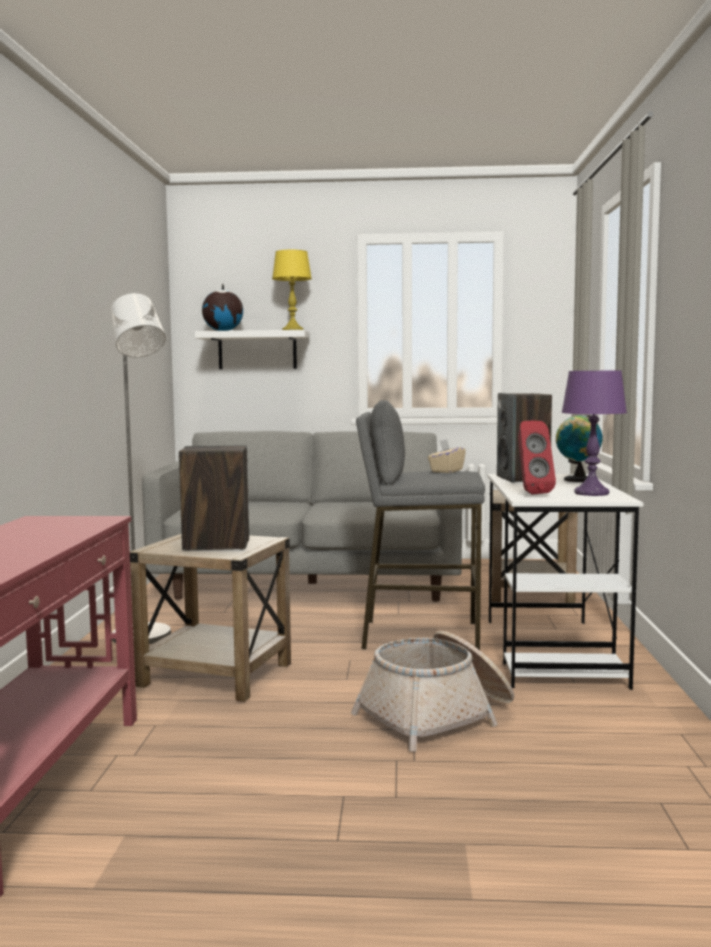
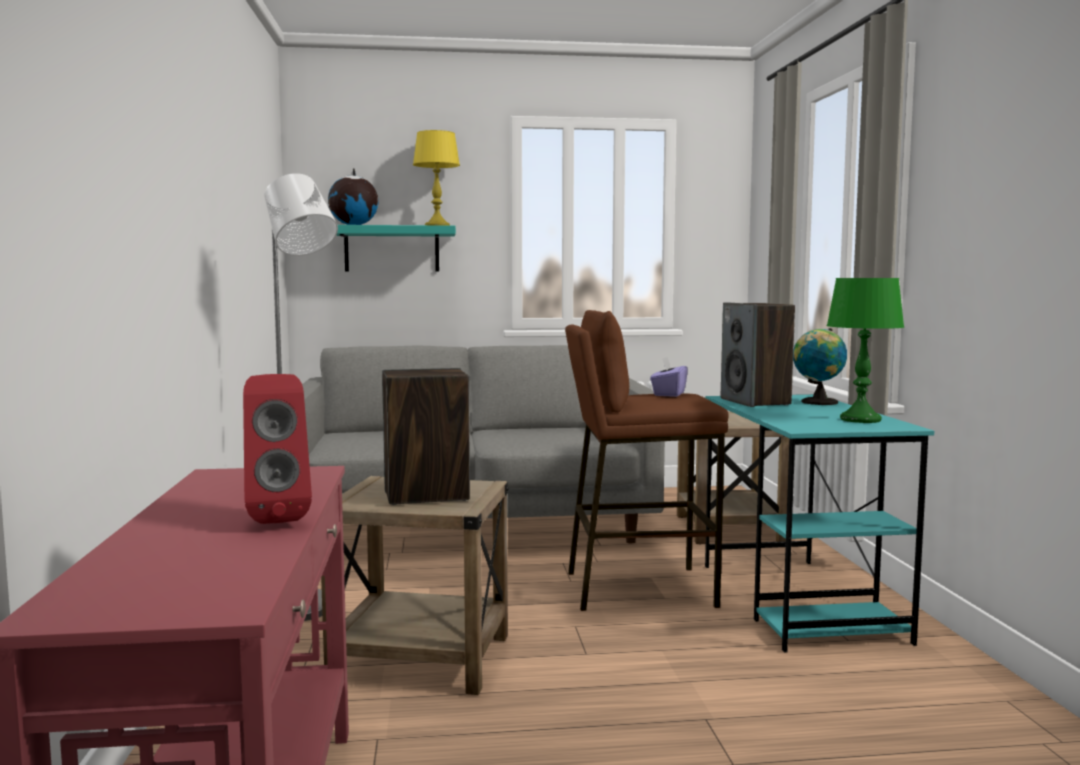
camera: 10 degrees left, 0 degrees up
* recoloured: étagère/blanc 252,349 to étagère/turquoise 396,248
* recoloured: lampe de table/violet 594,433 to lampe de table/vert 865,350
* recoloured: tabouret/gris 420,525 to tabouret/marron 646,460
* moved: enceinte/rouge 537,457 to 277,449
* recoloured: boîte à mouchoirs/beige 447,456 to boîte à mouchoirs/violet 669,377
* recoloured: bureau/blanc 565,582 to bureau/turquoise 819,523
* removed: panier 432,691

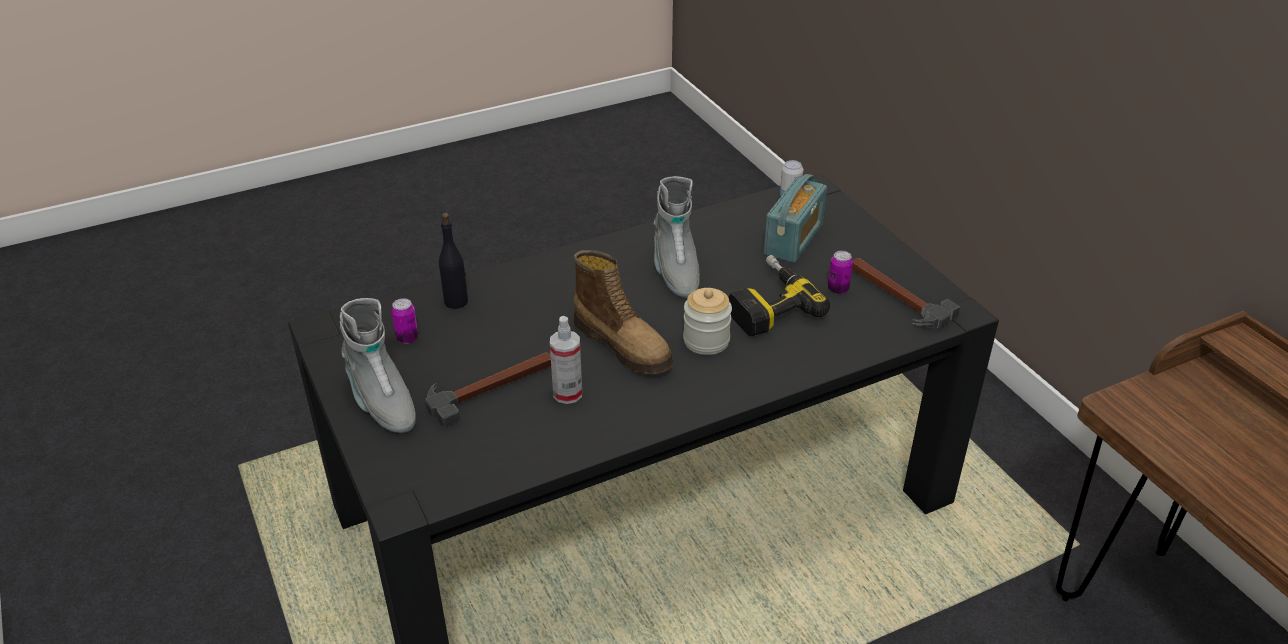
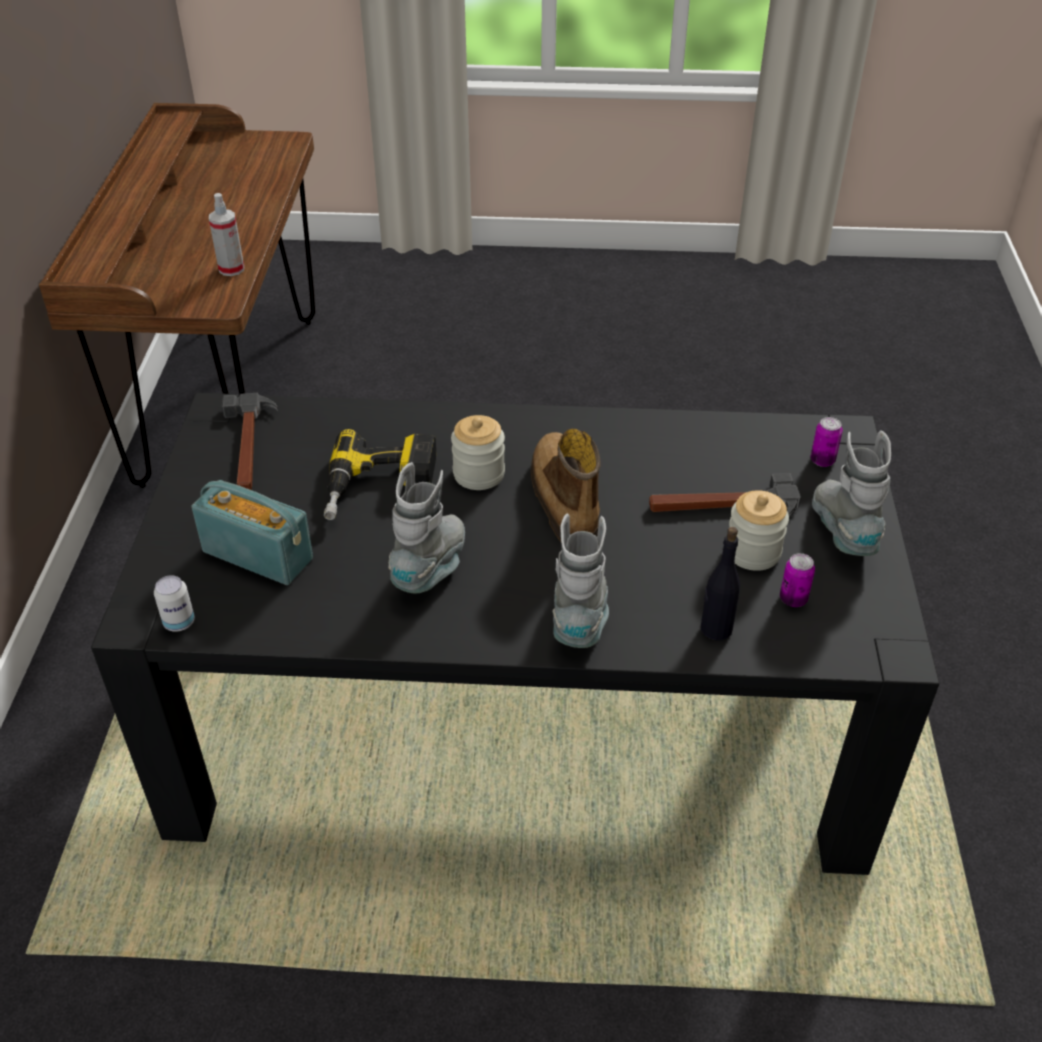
camera: 150 degrees left, 5 degrees up
* turned: radio 795,218 = 252,532 60 degrees clockwise
* moved: boîte métallique 840,272 to 827,442
* moved: vaporisateur 566,360 to 226,234
* added: bocal 759,530
* added: botte/gris 581,580

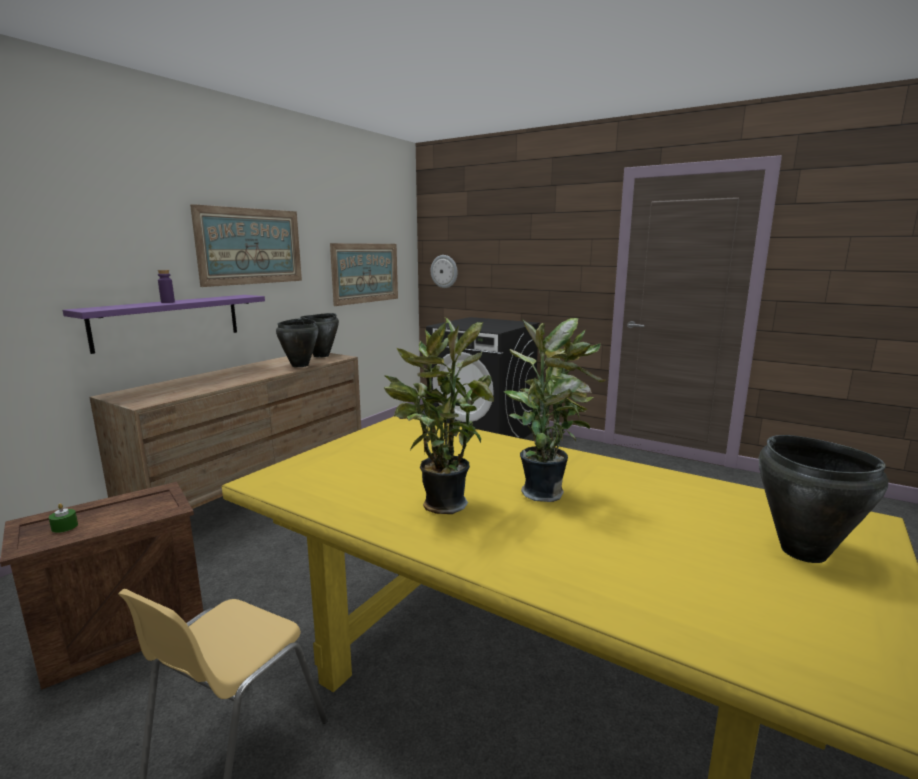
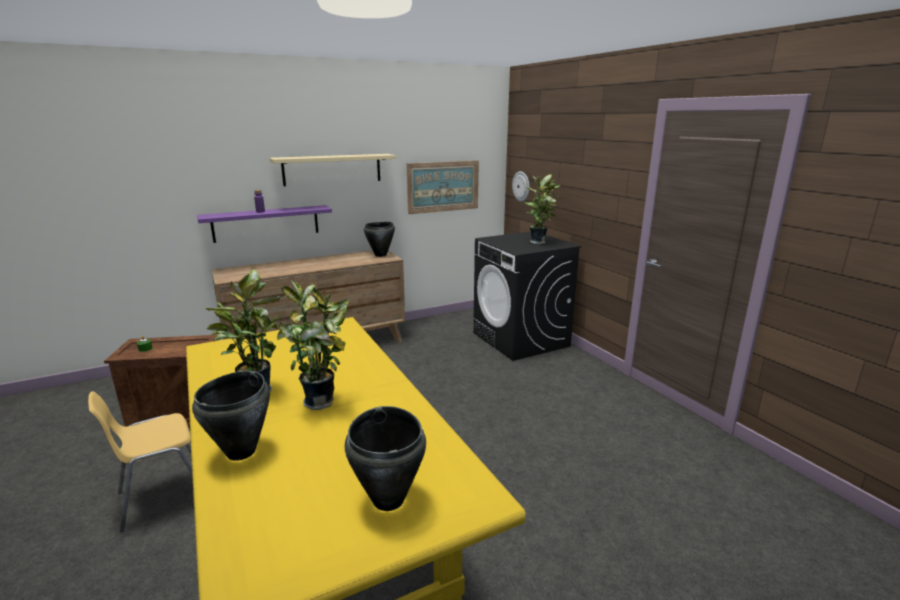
camera: 30 degrees right, 5 degrees up
* replaced: tableau 246,245 to étagère/beige 332,170
* moved: marmite/noir 297,342 to 231,416
* added: plante en pot 543,209

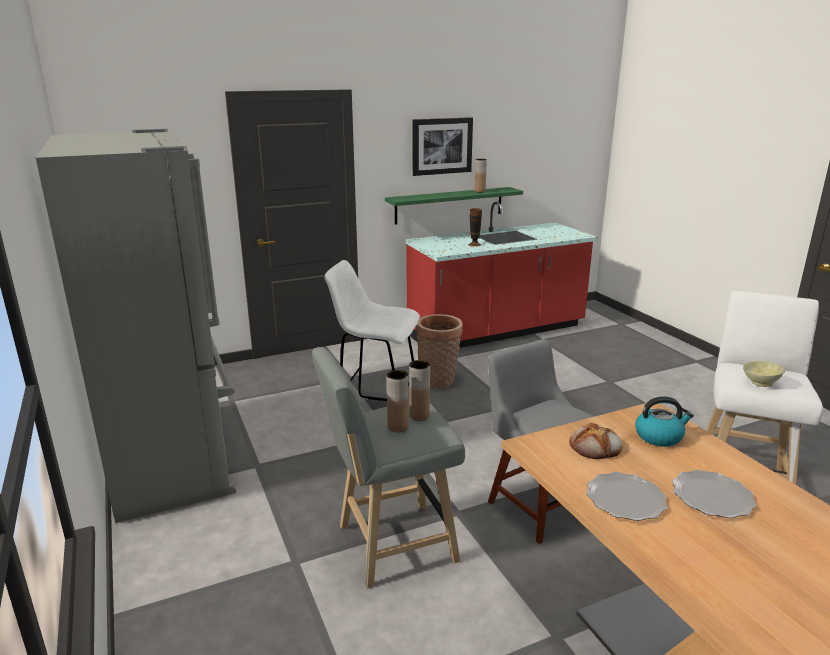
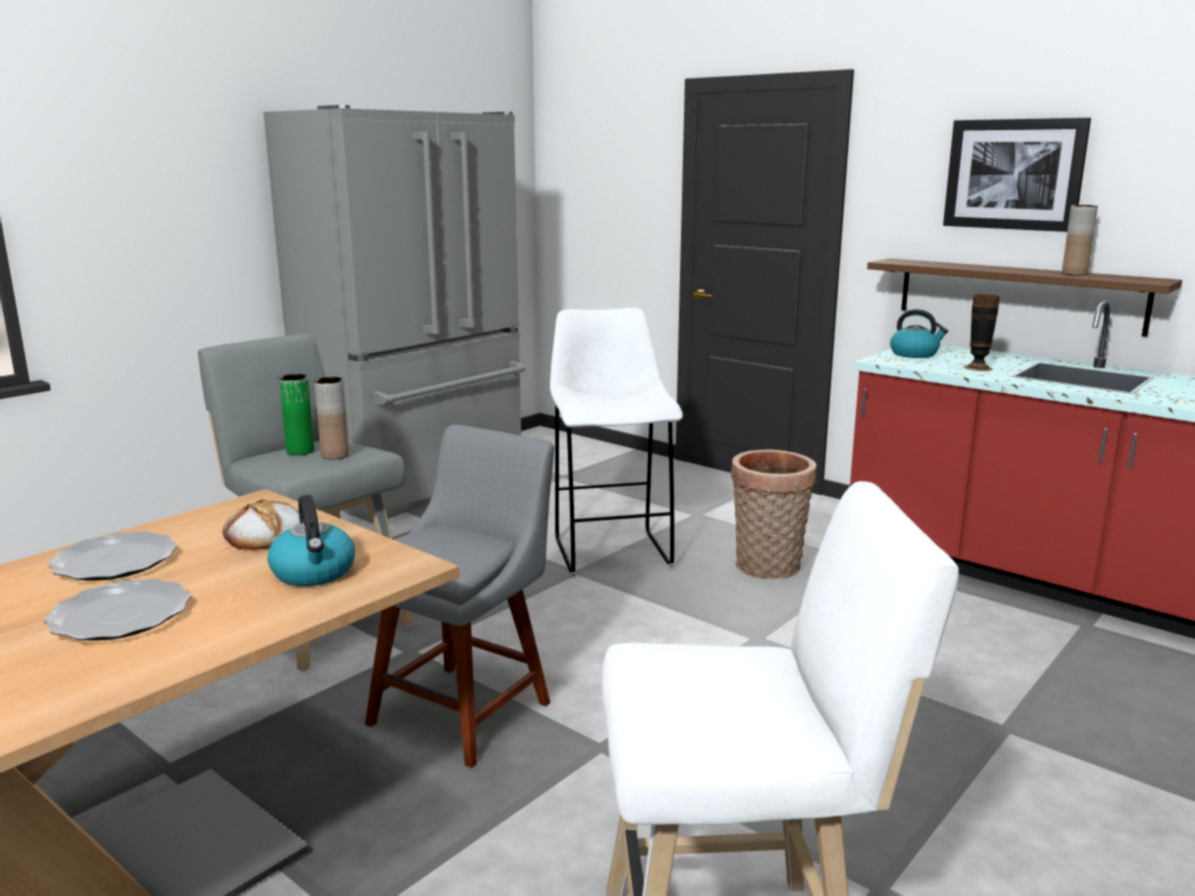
camera: 65 degrees right, 5 degrees down
* recoloured: étagère/vert 454,206 to étagère/marron 1024,297
* removed: bol/beige 764,374
* recoloured: vase/marron 397,401 to vase/vert 296,414
* added: bouilloire 919,333

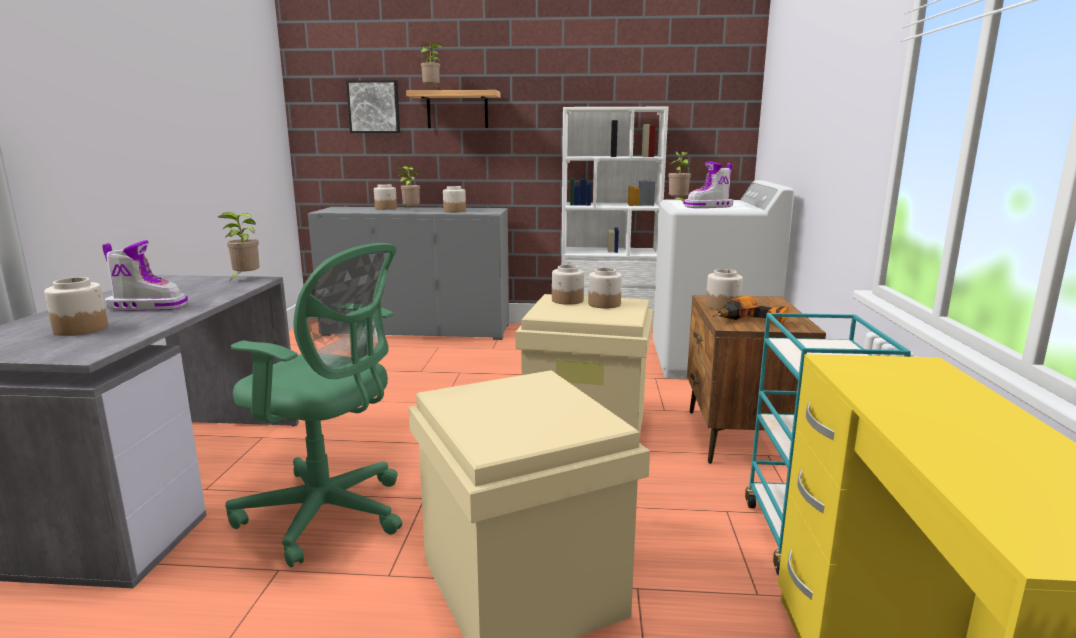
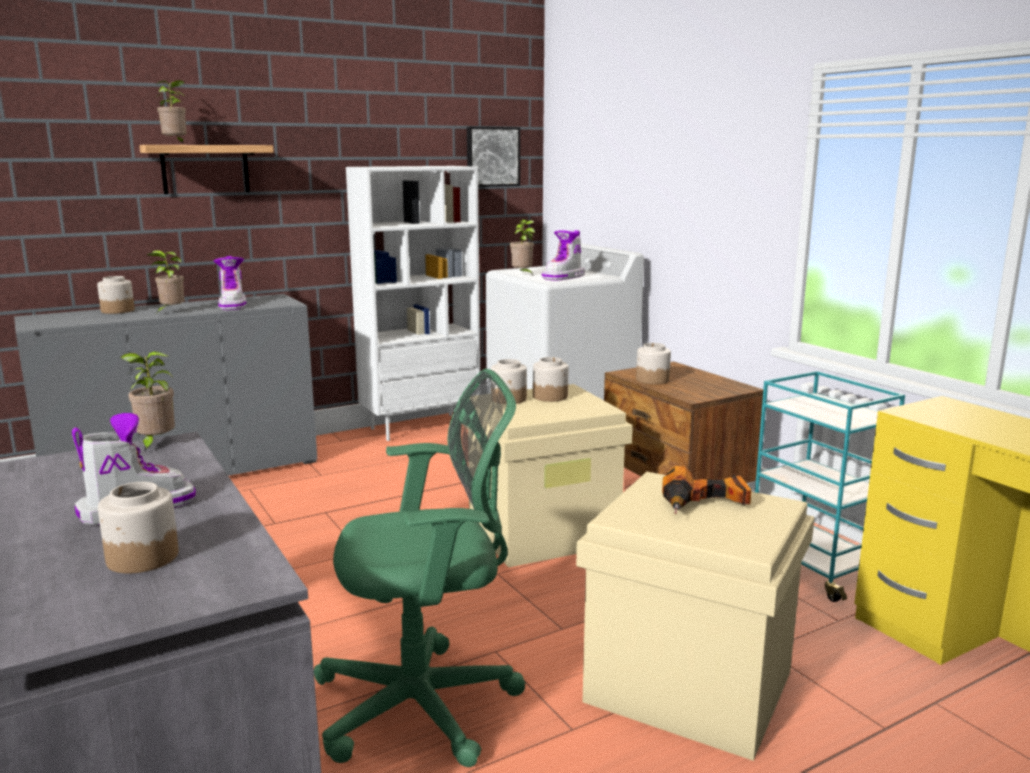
camera: 35 degrees left, 0 degrees up
* moved: tableau 373,106 to 493,157
* replaced: bocal 454,199 to botte 229,283
* moved: perceuse 750,310 to 707,490

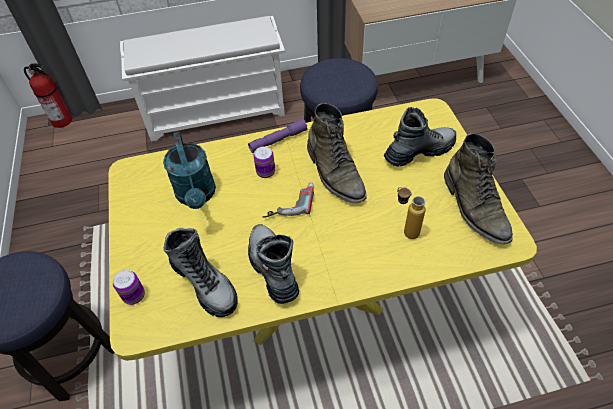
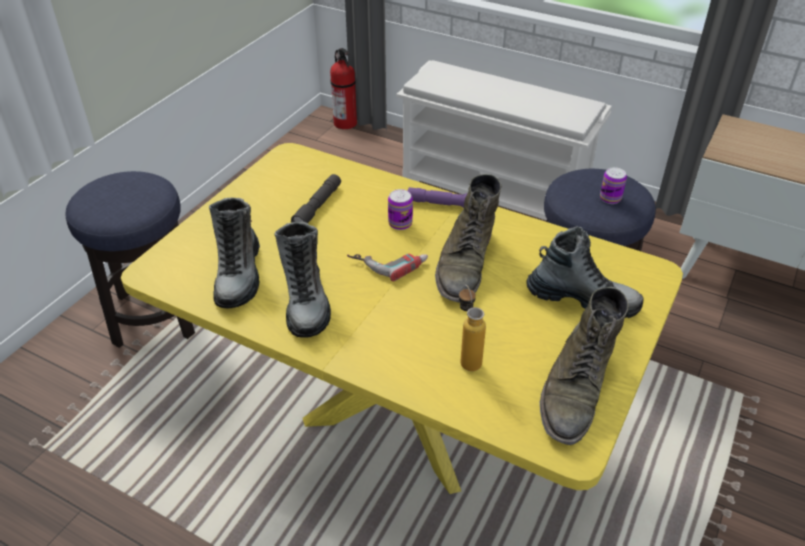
camera: 40 degrees right, 10 degrees down
* replaced: arrosoir/turquoise 189,170 to lampe de poche/gris 316,198
* turned: botte 273,264 = 302,280 150 degrees clockwise
* moved: boîte métallique 129,287 to 613,185

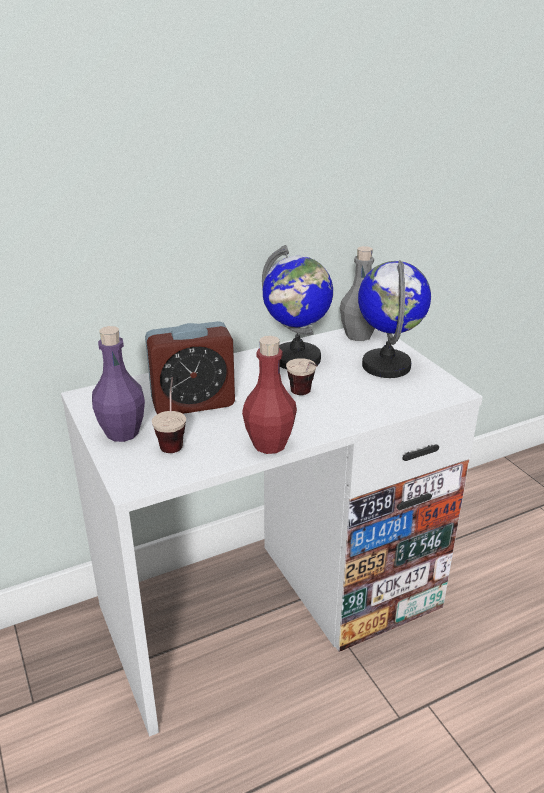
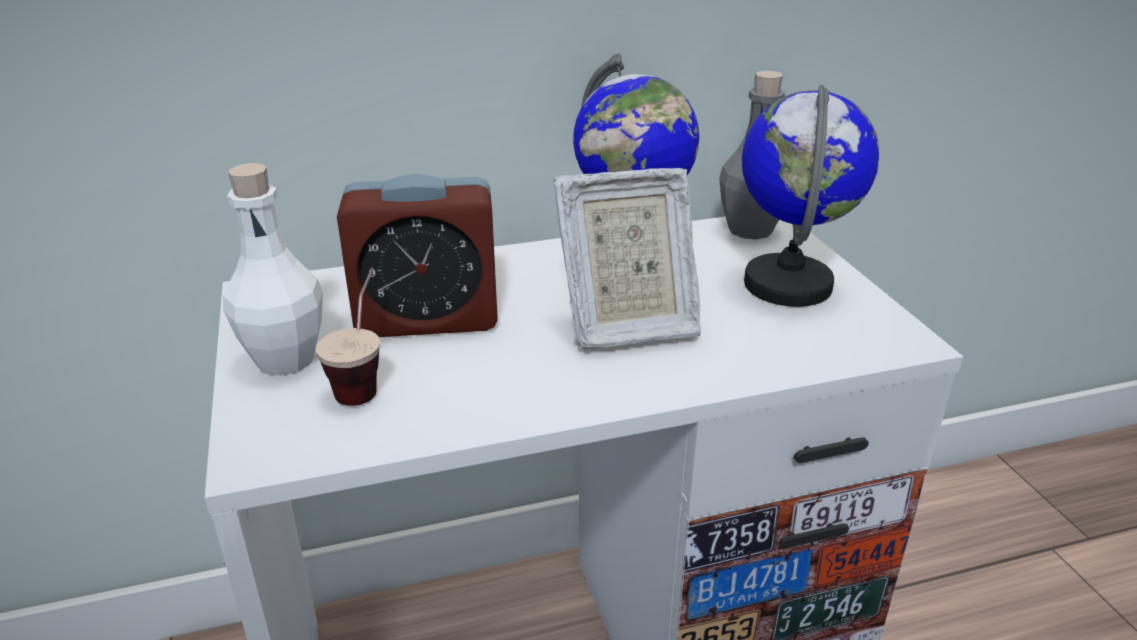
camera: 10 degrees right, 0 degrees up
* recoloured: bouteille/violet 118,384 to bouteille/blanc 273,269
* removed: bouteille/rouge 269,395
* replaced: tasse 302,376 to cadre photo 627,259

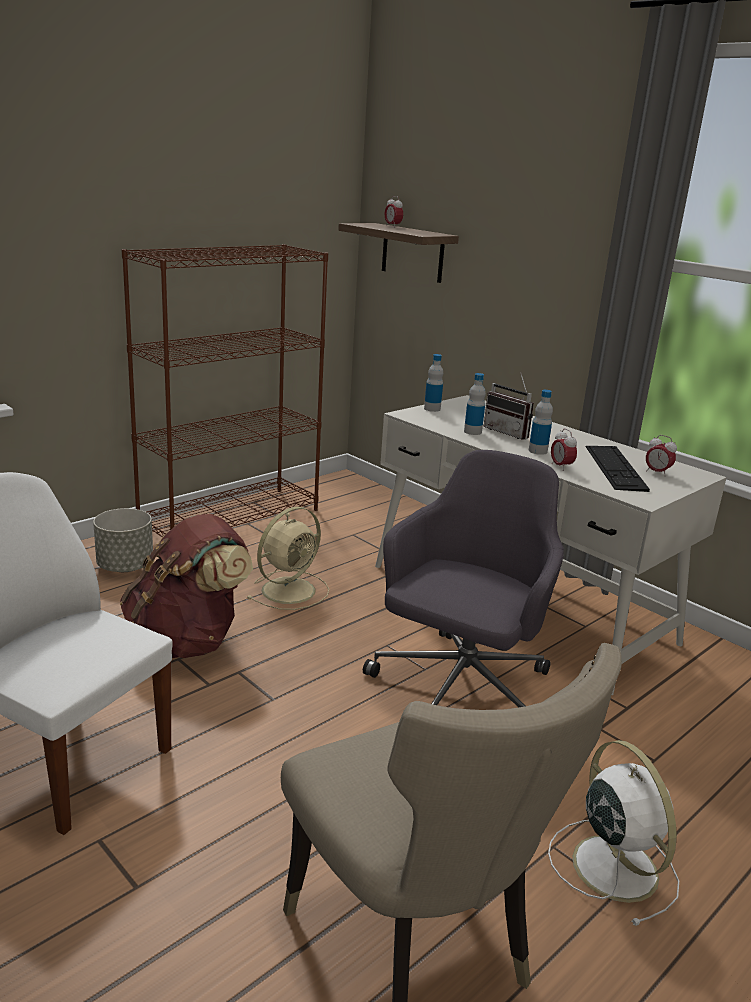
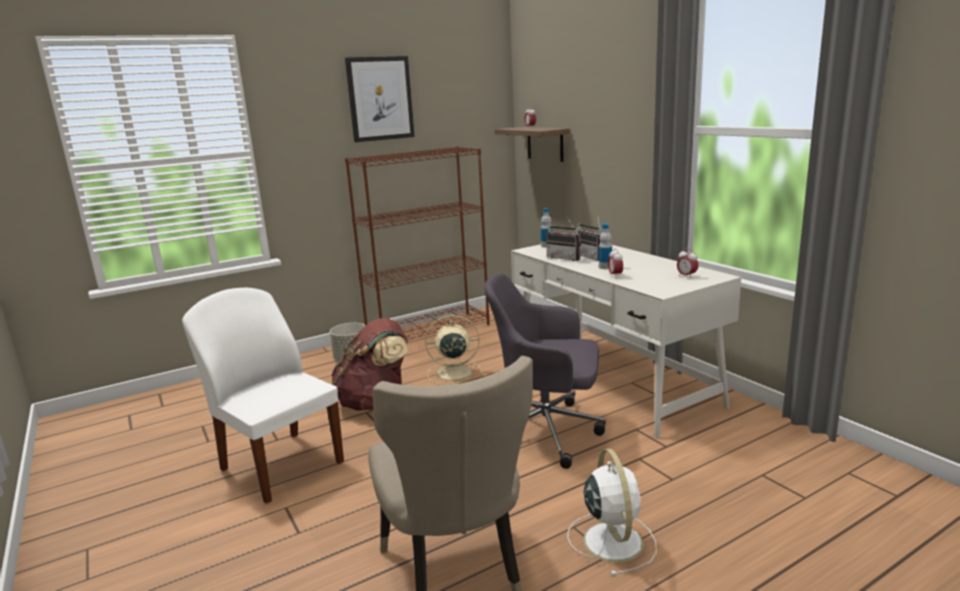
camera: 15 degrees right, 5 degrees down
* replaced: bouteille 475,404 to radio 563,239
* removed: clavier 618,469
* turned: chaise de bureau/gris 463,578 = 545,371 120 degrees counterclockwise
* turned: ventilateur/beige 287,558 = 454,350 150 degrees counterclockwise
* added: tableau 380,99

